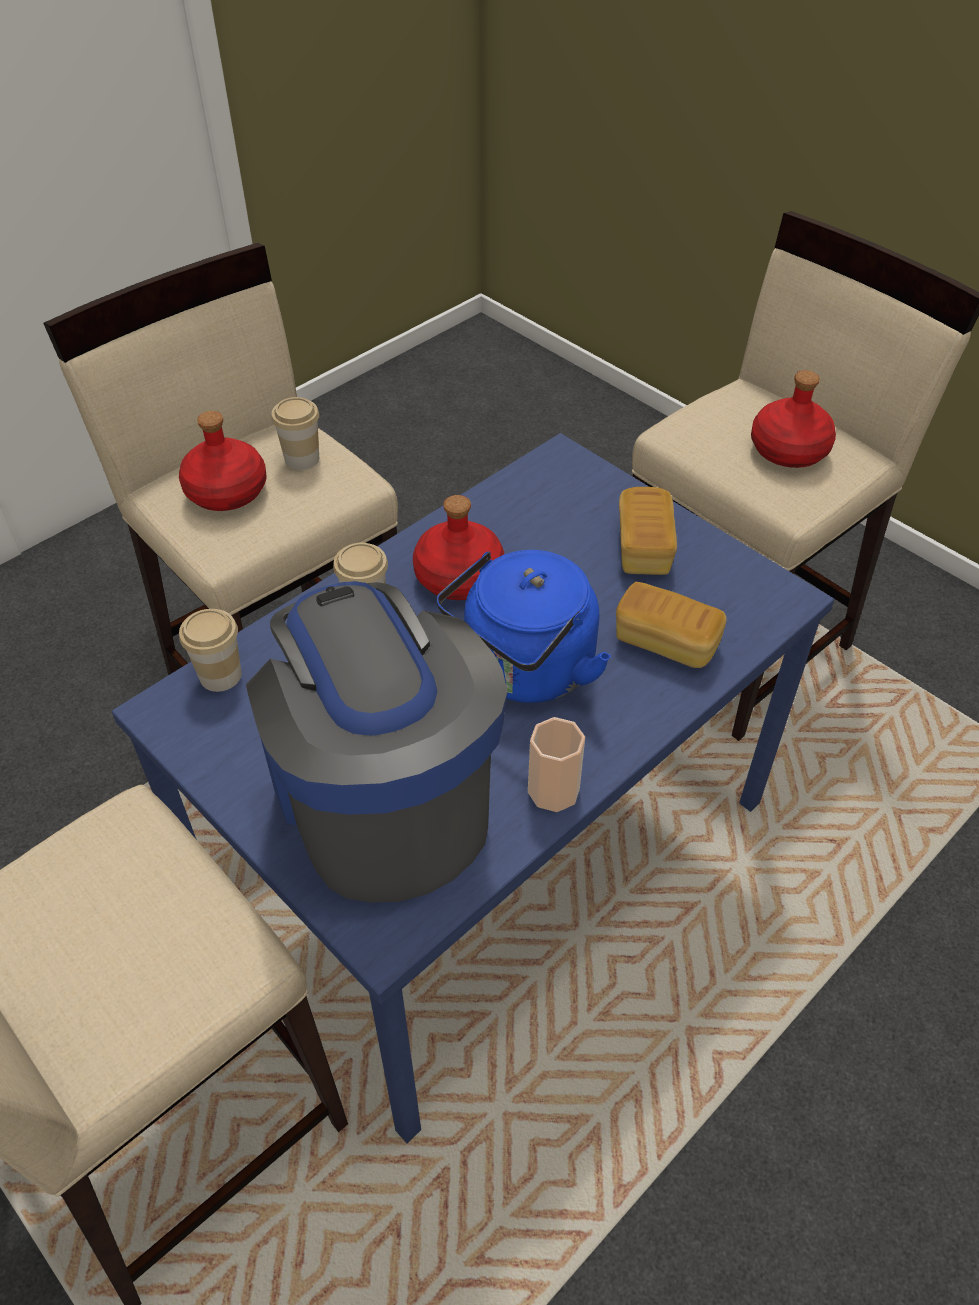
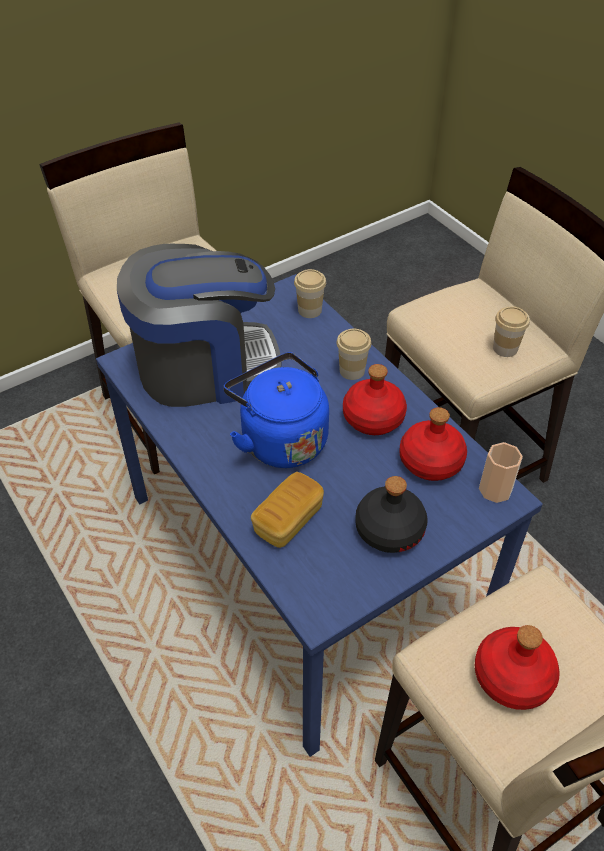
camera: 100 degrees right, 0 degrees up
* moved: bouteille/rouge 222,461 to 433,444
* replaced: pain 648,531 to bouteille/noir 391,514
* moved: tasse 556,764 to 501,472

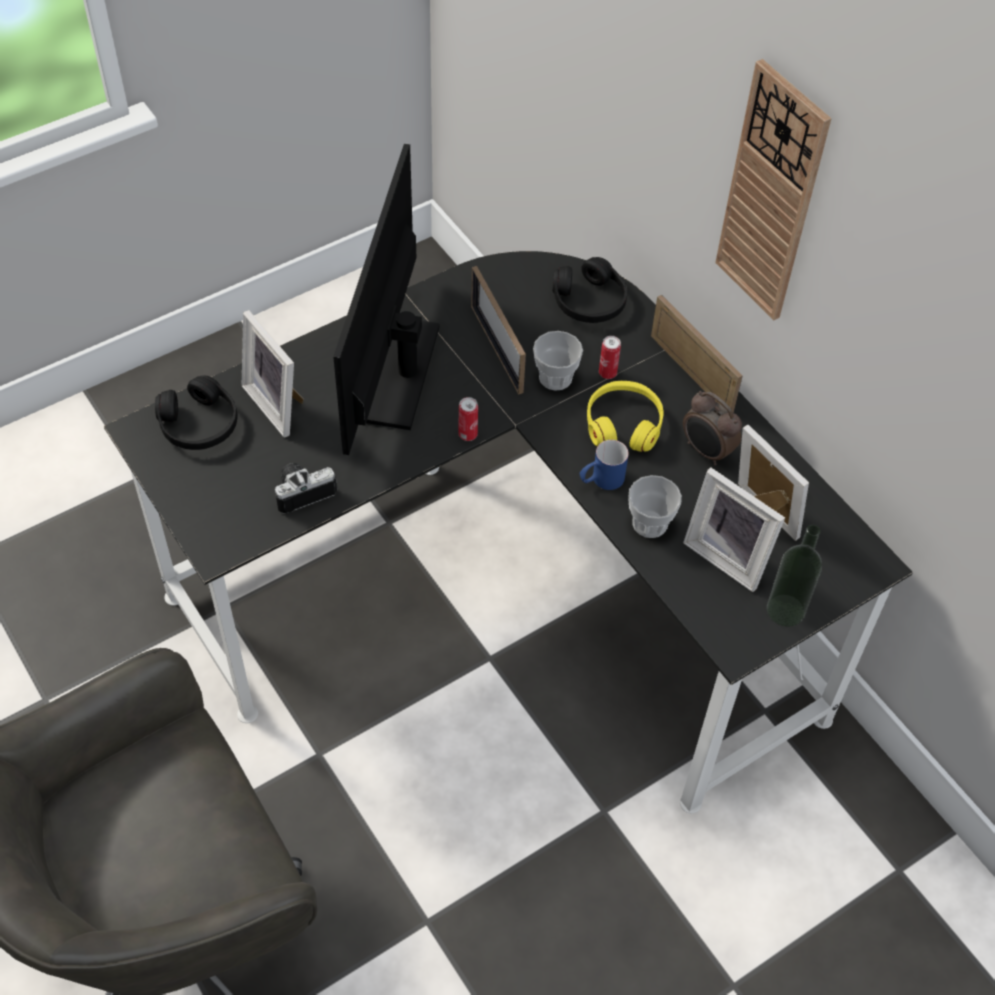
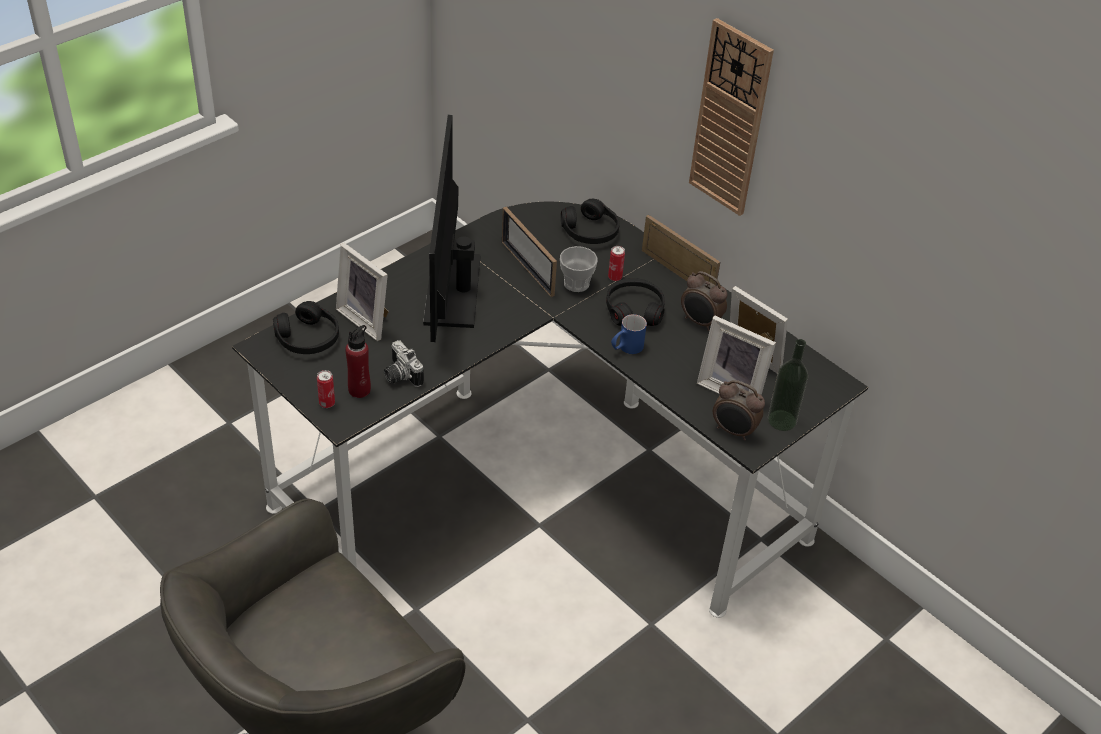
camera: 10 degrees left, 10 degrees down
* recoloured: casque audio/jaune 625,416 to casque audio/noir 635,302
* moved: boîte métallique 468,419 to 326,389
* turned: appareil photo 306,488 = 404,363 90 degrees counterclockwise
* removed: tasse 655,506
* added: bouteille/rouge 358,361
* added: réveil 739,410

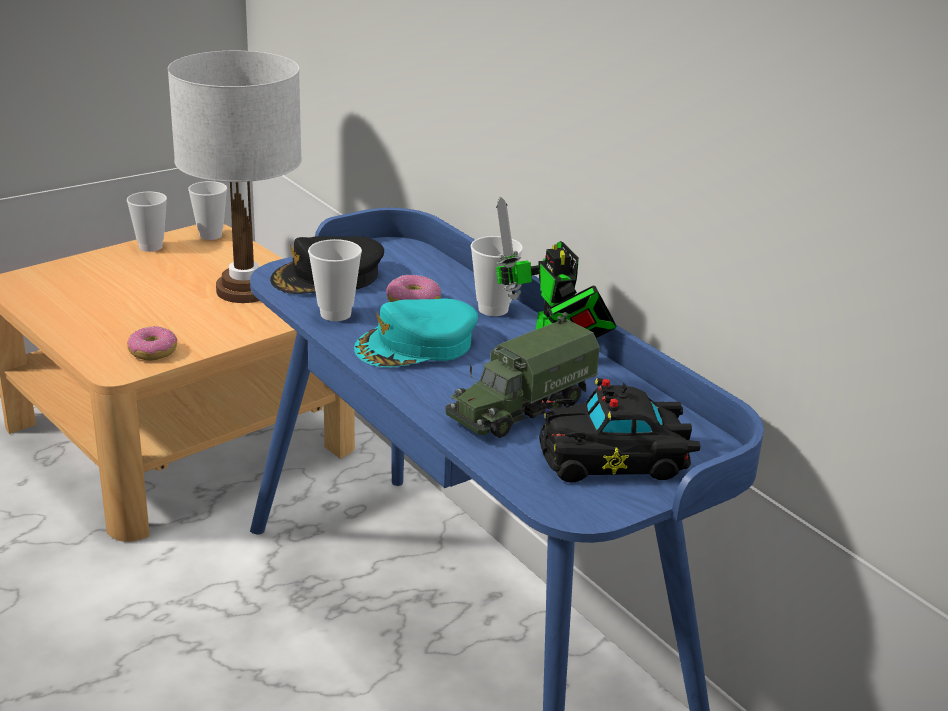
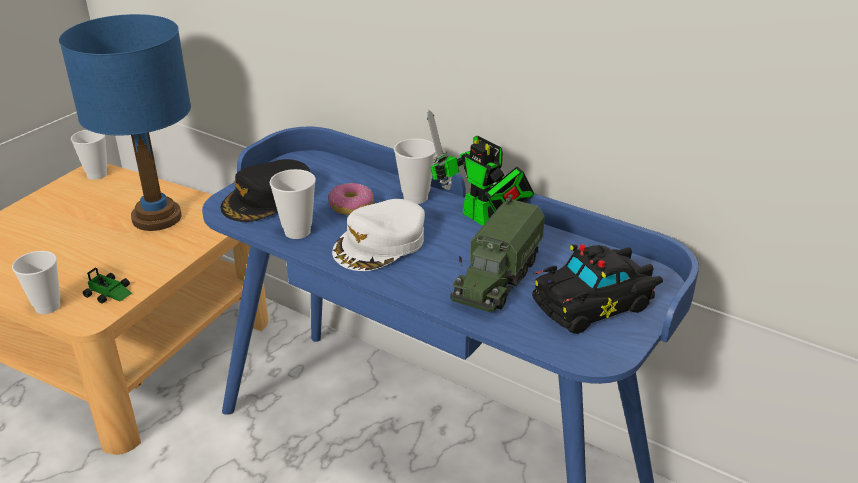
camera: 20 degrees left, 5 degrees up
* recoloured: lampe de table/blanc 234,177 to lampe de table/bleu 125,122
* moved: tasse 147,221 to 36,282
* recoloured: casquette/turquoise 416,332 to casquette/blanc 378,235
* replaced: beignet 152,343 to petite voiture 107,286

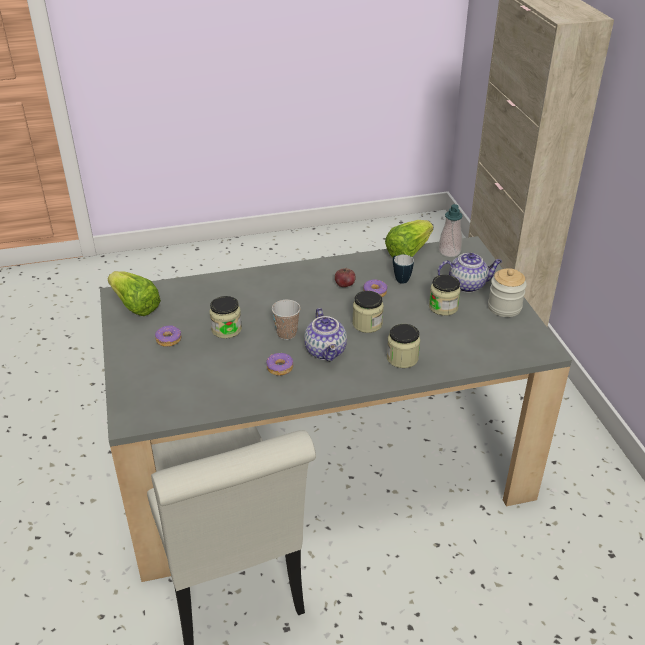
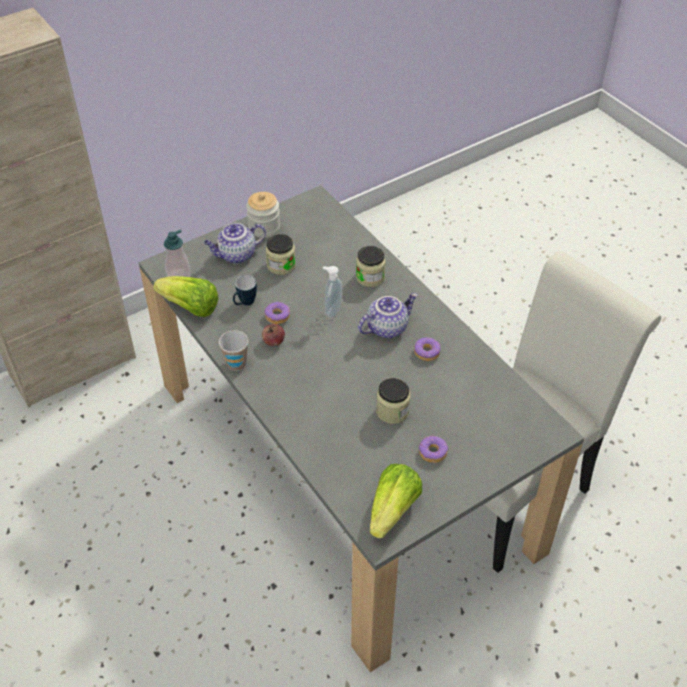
camera: 110 degrees left, 10 degrees up
* turned: théière 469,273 = 235,243 90 degrees counterclockwise
* replaced: bocal 368,312 to distributeur de savon 332,291
* moved: tasse 286,320 to 234,350

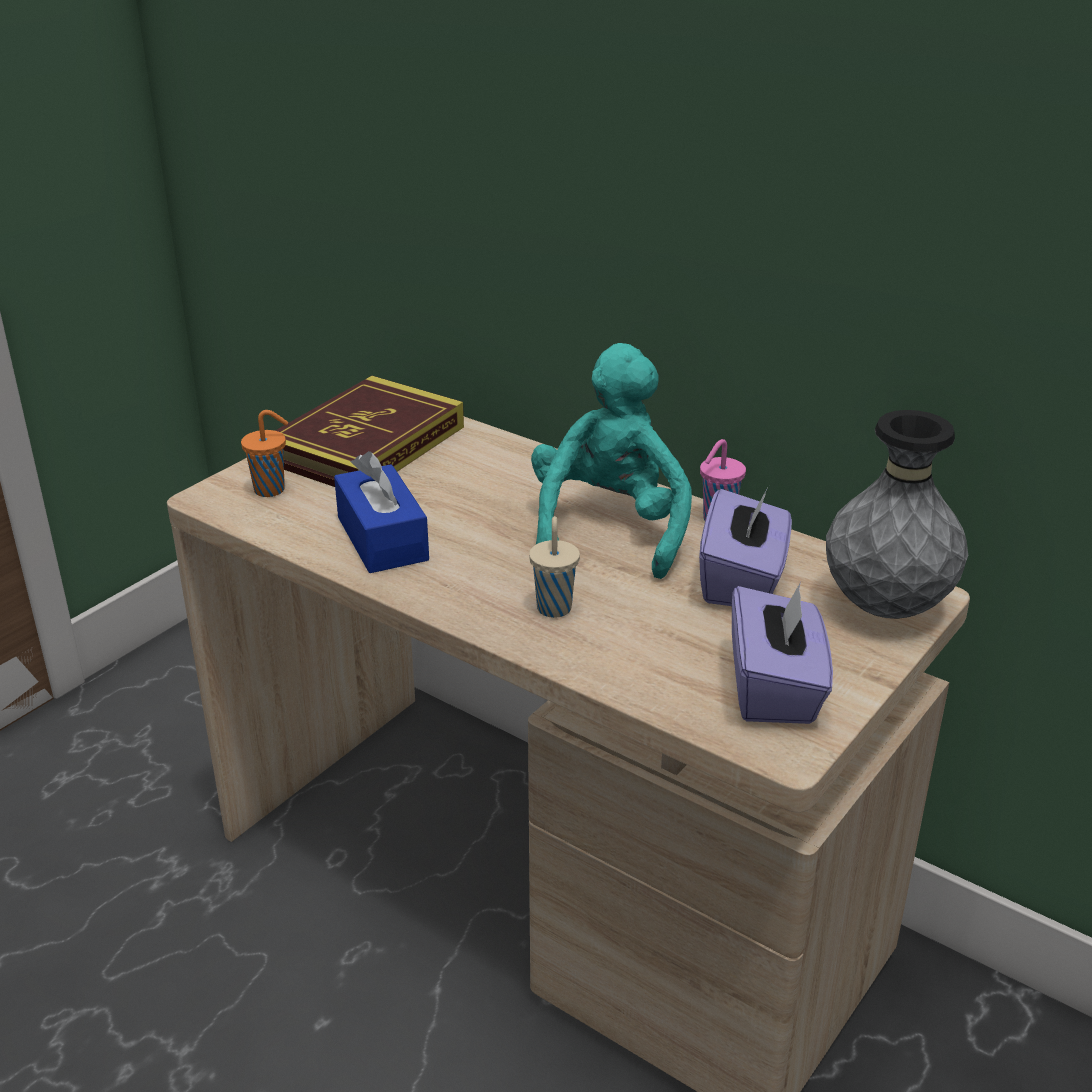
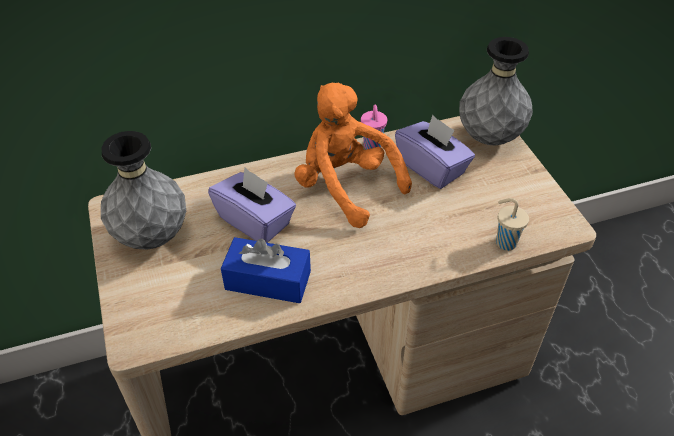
camera: 55 degrees left, 15 degrees up
* recoloured: peluche/turquoise 611,461 to peluche/orange 353,155
* replaced: livre 369,431 to vase/gris 143,190
* removed: tasse/orange 264,453
* moved: tasse/beige 554,567 to 512,224
* moved: boîte à mouchoirs/violet 782,653 to 252,205

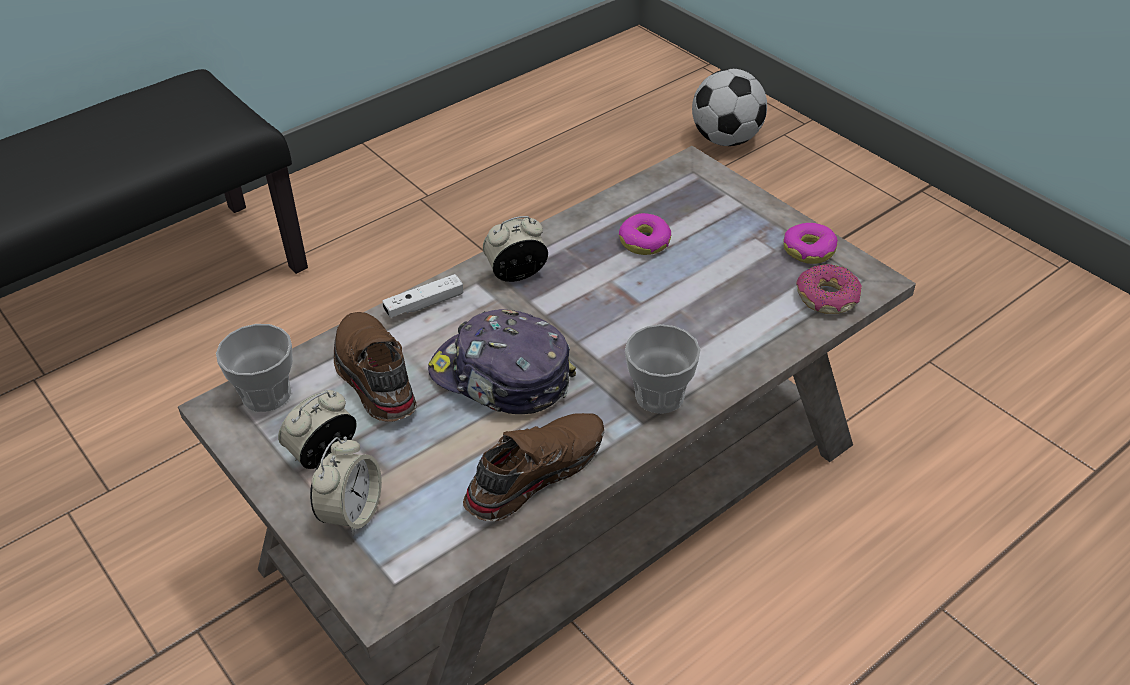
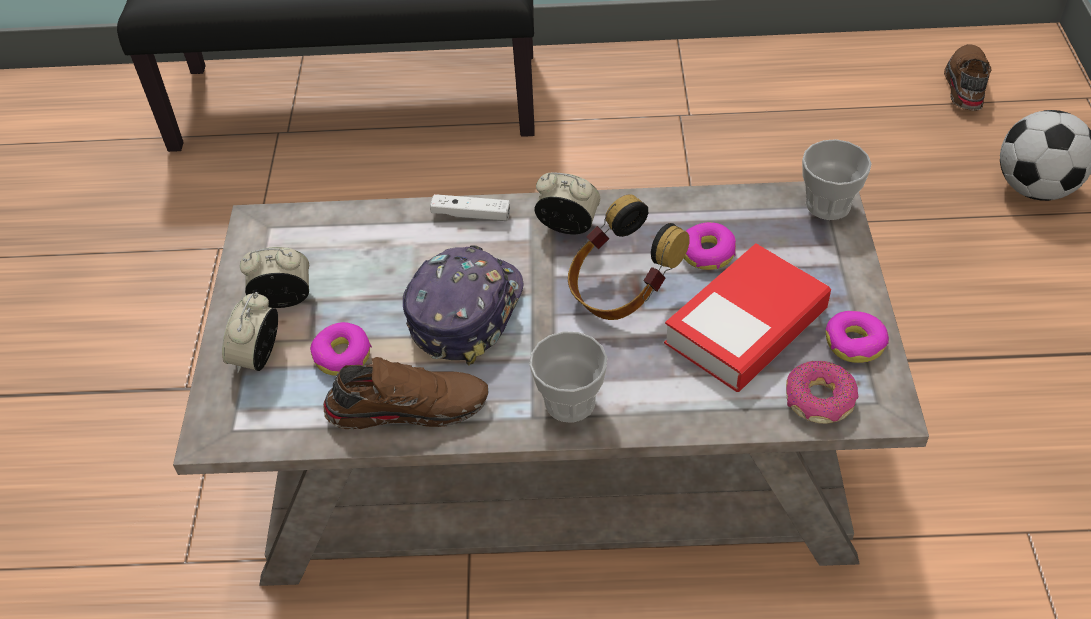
camera: 40 degrees right, 5 degrees up
* turned: casquette 502,361 = 463,305 45 degrees clockwise
* moved: chaussure/marron 375,367 to 967,77
* moved: tasse 254,368 to 837,179
* turned: réveil 346,486 = 250,332 135 degrees clockwise
* added: casque audio 629,257
* added: livre 747,317
* added: beignet 341,349

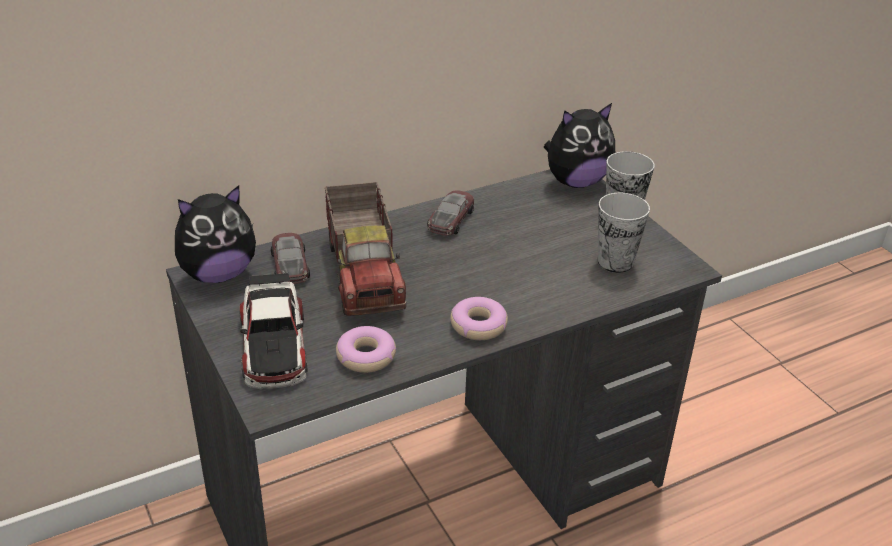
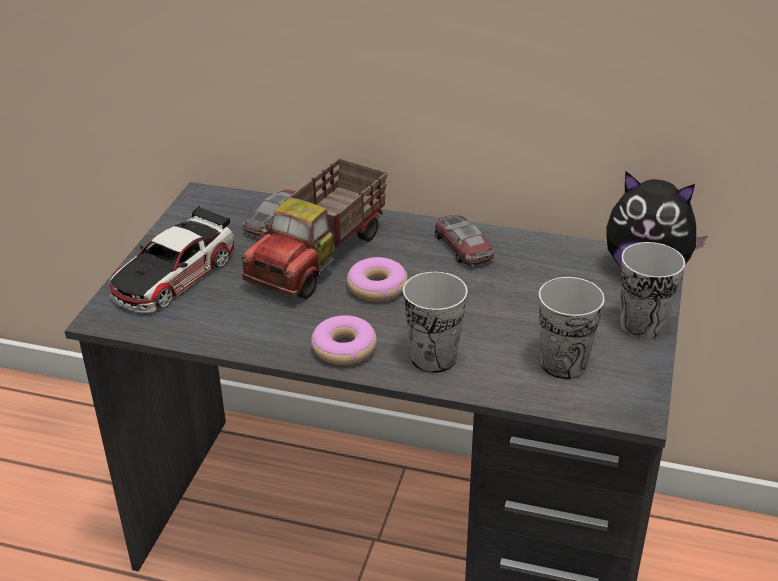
camera: 45 degrees right, 0 degrees up
* removed: peluche 215,234
* turned: petite voiture 450,213 = 464,240 90 degrees clockwise
* moved: beignet 366,349 to 377,279
* added: tasse 435,322

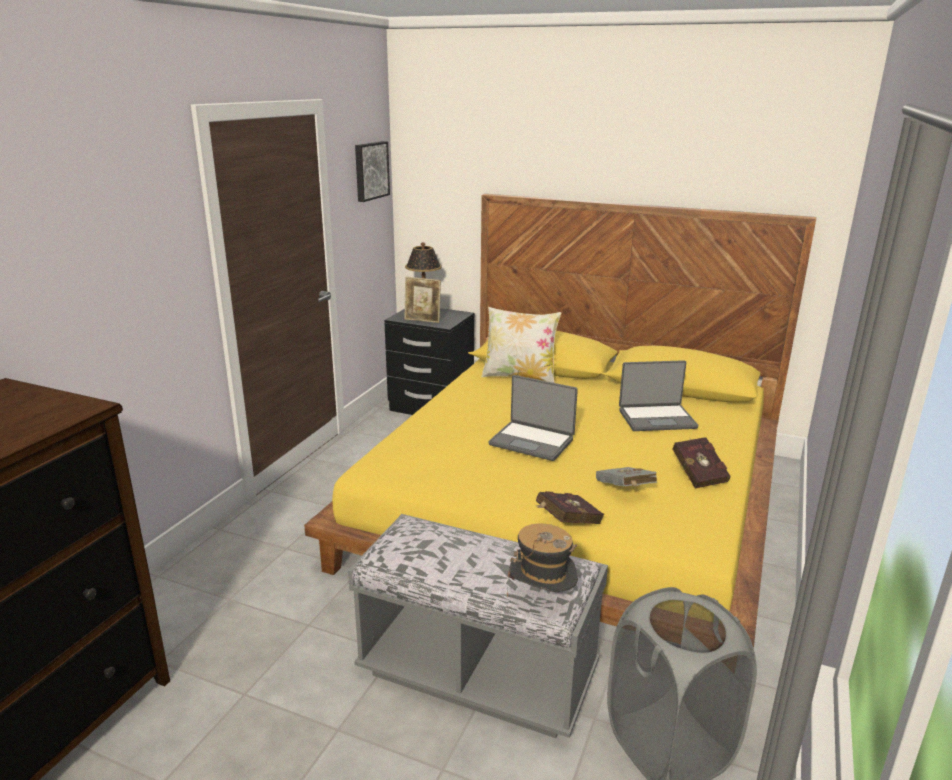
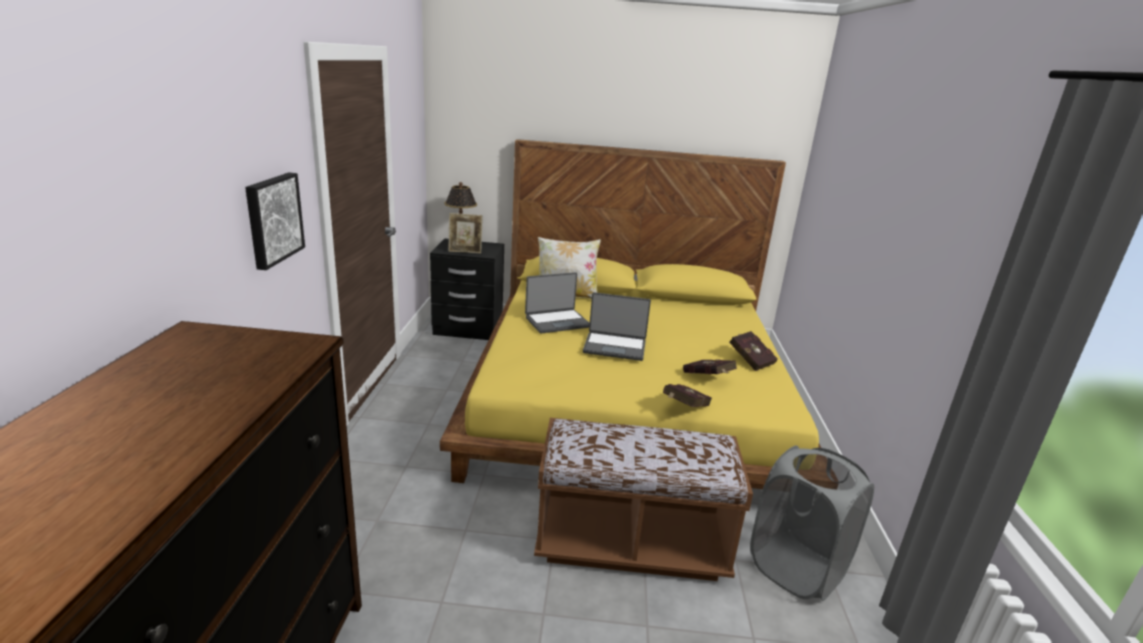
camera: 20 degrees left, 0 degrees up
* moved: tableau 372,171 to 275,221
* moved: ordinateur portable 658,395 to 557,303
* recoloured: livre/gris 626,477 to livre/rouge 710,367
* recoloured: banc/gris 478,626 to banc/marron 643,499
* removed: chapeau 542,560

